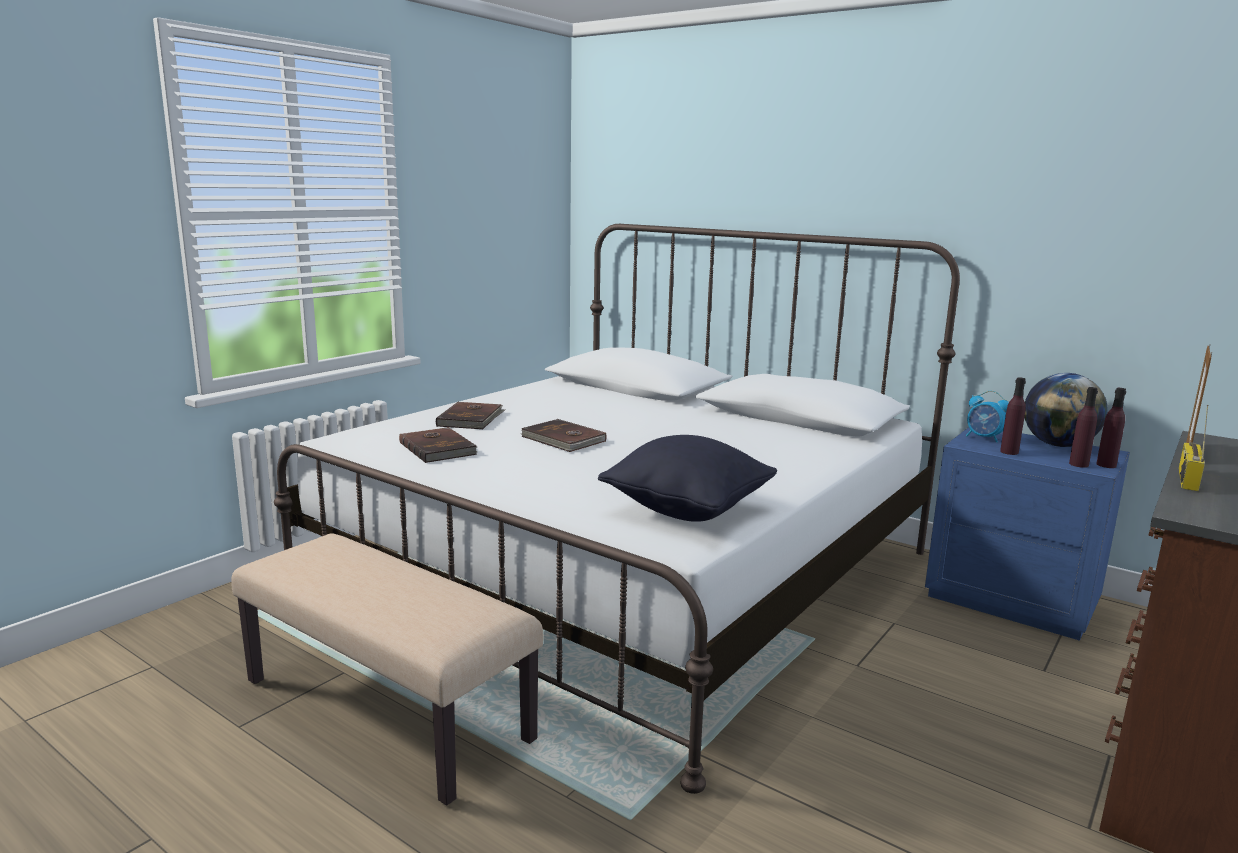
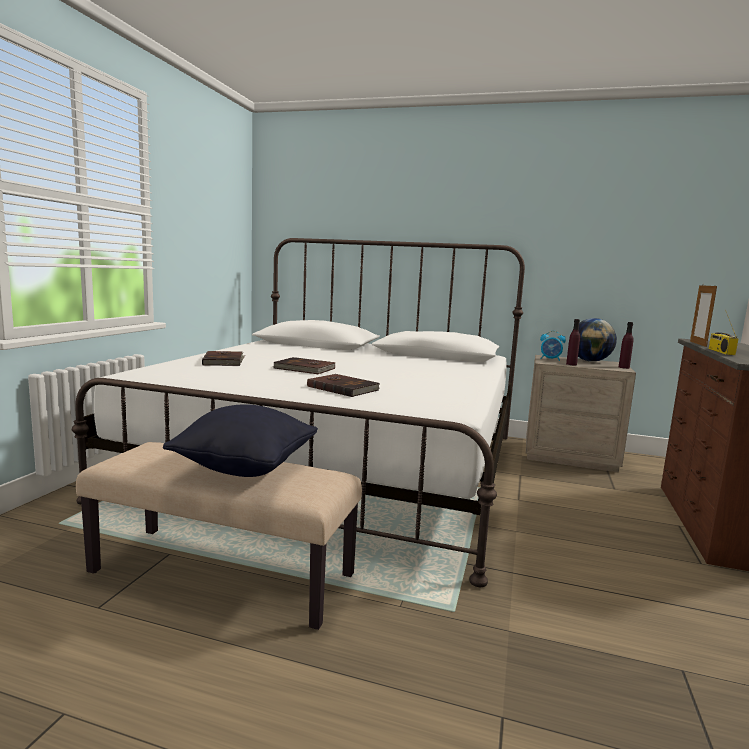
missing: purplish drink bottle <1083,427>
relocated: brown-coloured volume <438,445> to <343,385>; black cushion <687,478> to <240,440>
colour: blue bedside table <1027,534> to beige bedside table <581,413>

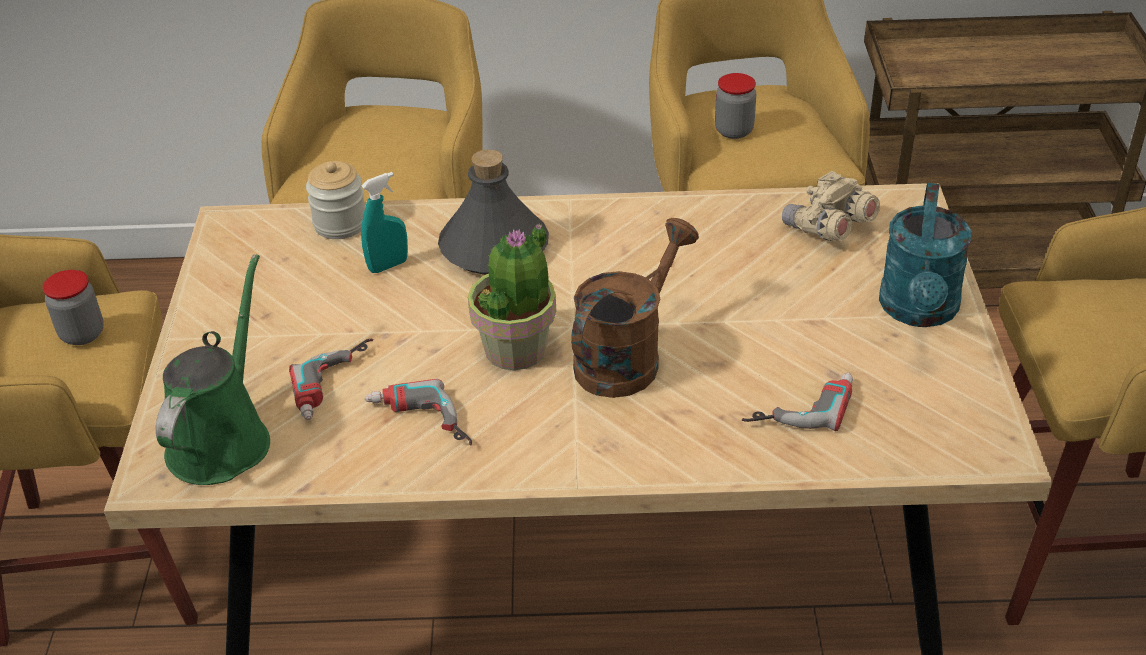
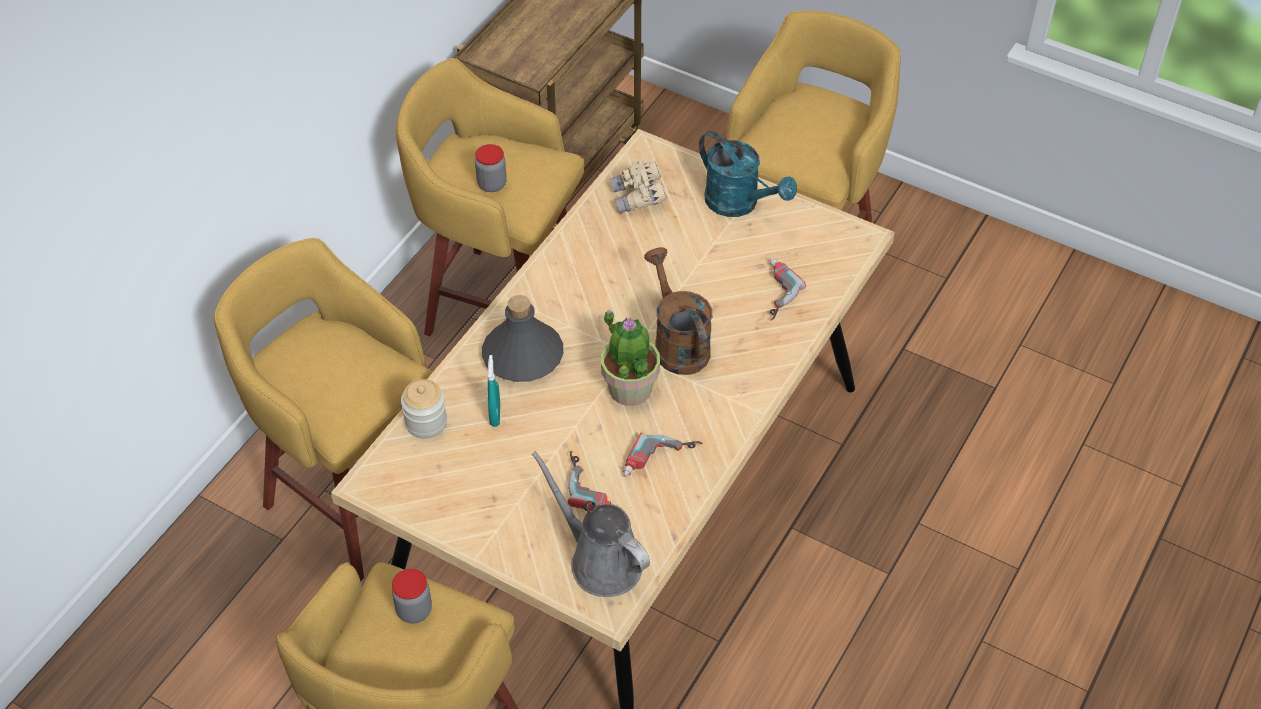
colour: greenish watering pot <213,369> to grey watering pot <591,524>

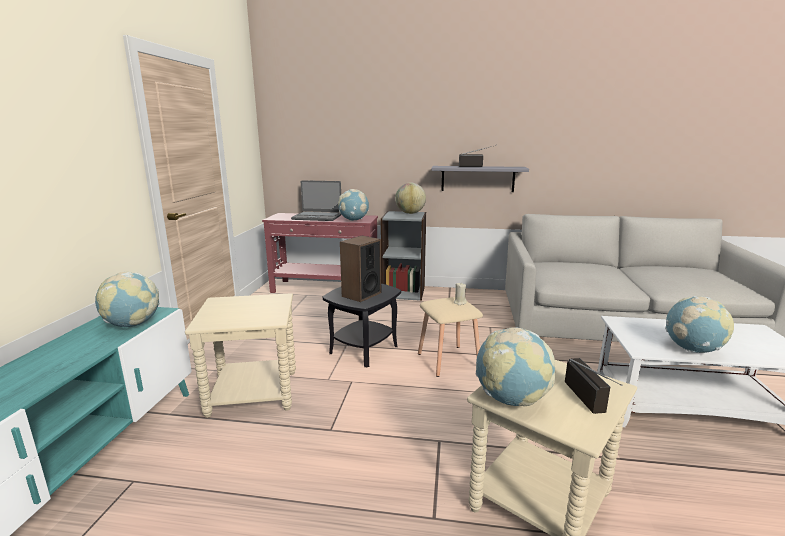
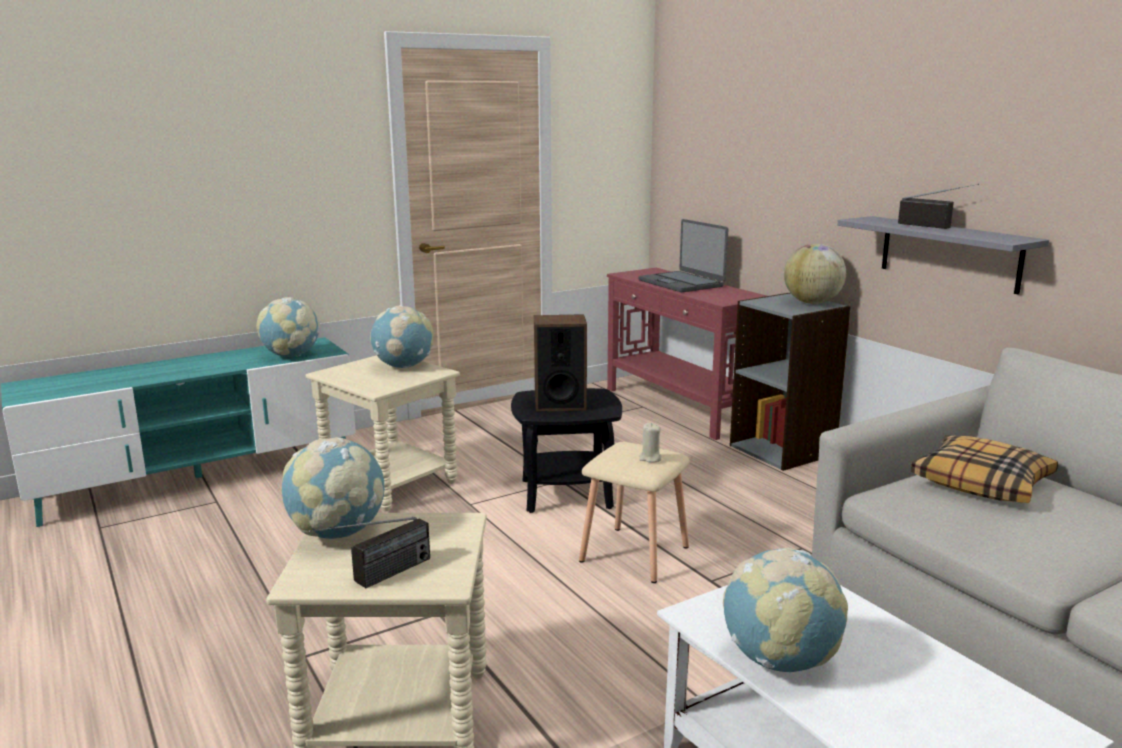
appeared: cushion <984,469>
relocated: desk globe <353,205> to <402,336>

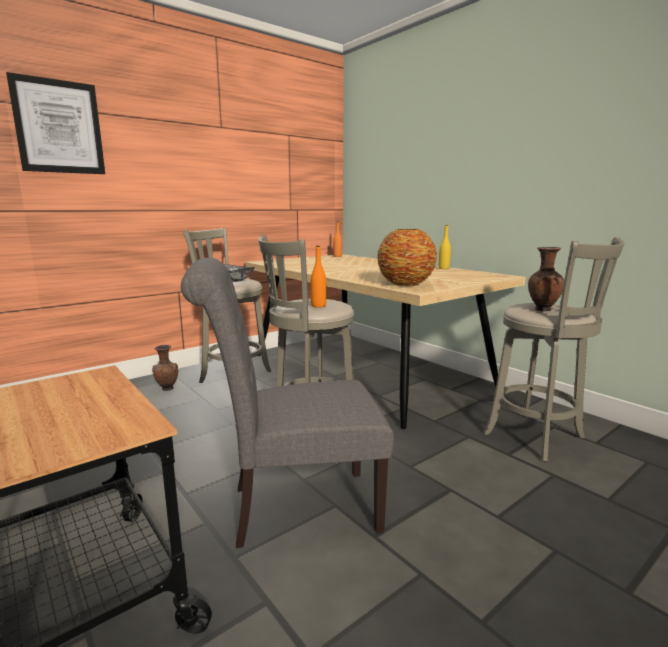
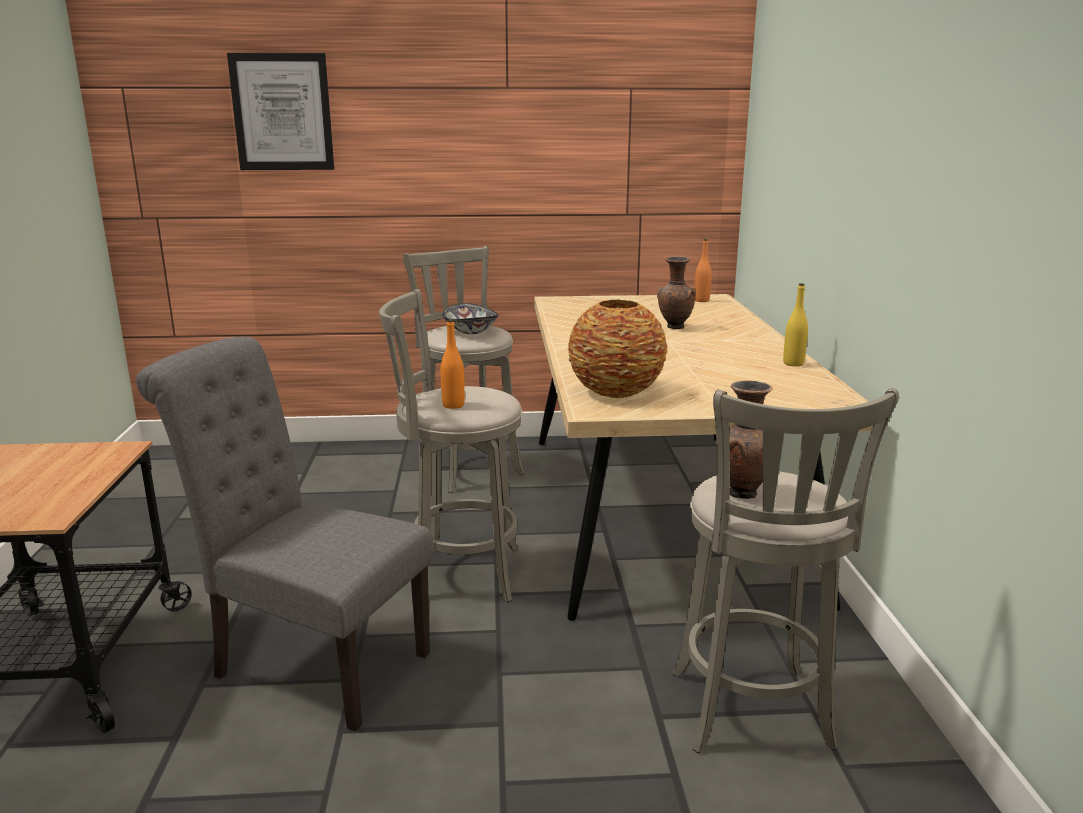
relocated: brown-coloured flower vase <165,368> to <676,292>

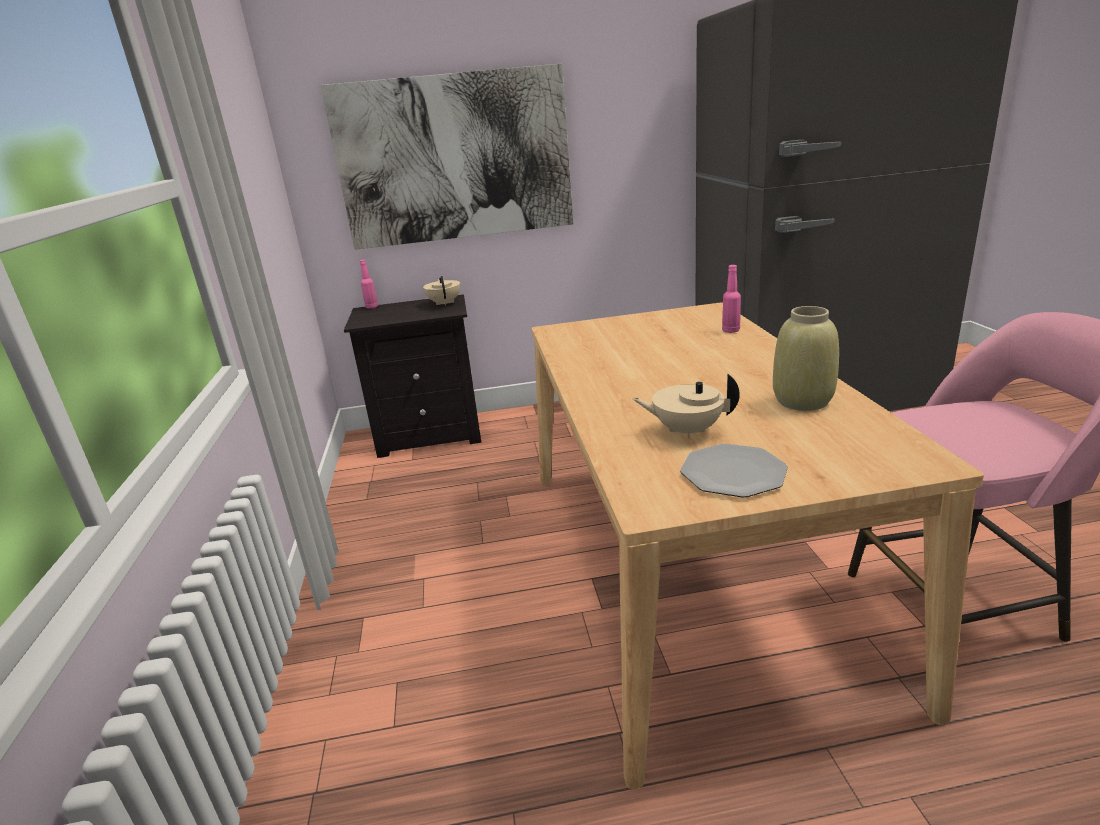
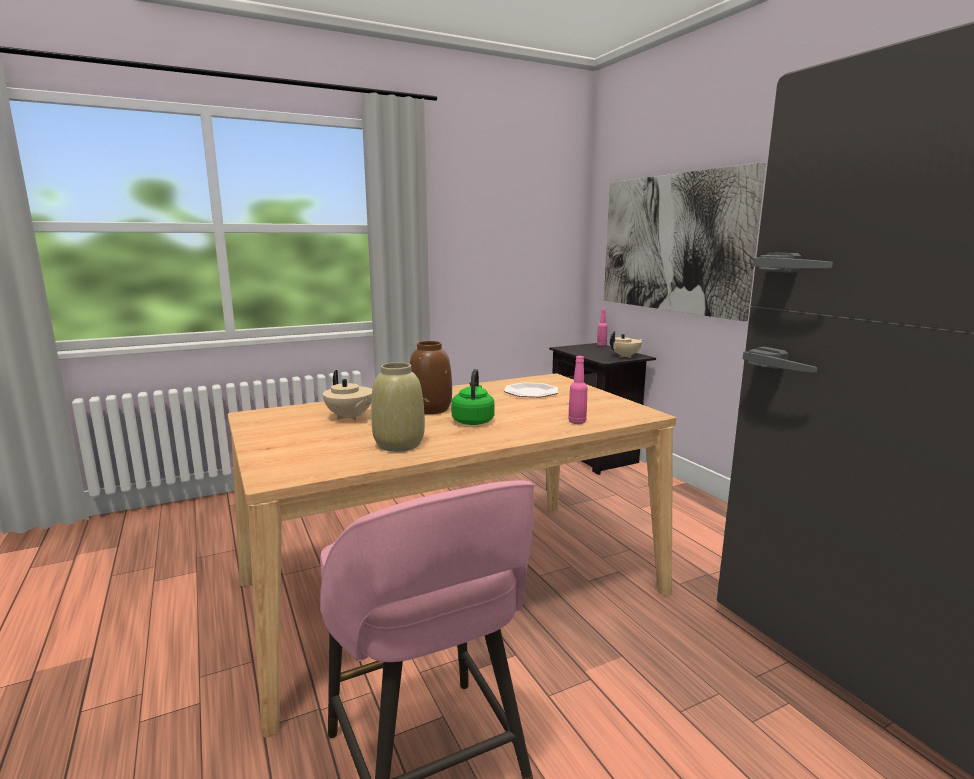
appeared: brown-coloured flower vase <430,377>; greenish tea kettle <473,397>
relocated: flat dish <734,470> to <531,390>
spun: beige tea pot <686,406> = <347,395> 150 degrees clockwise

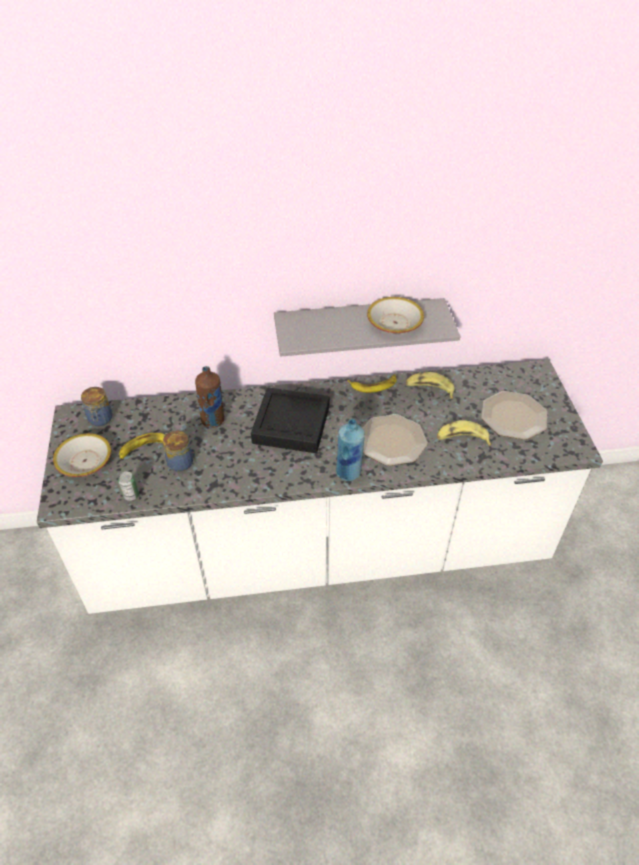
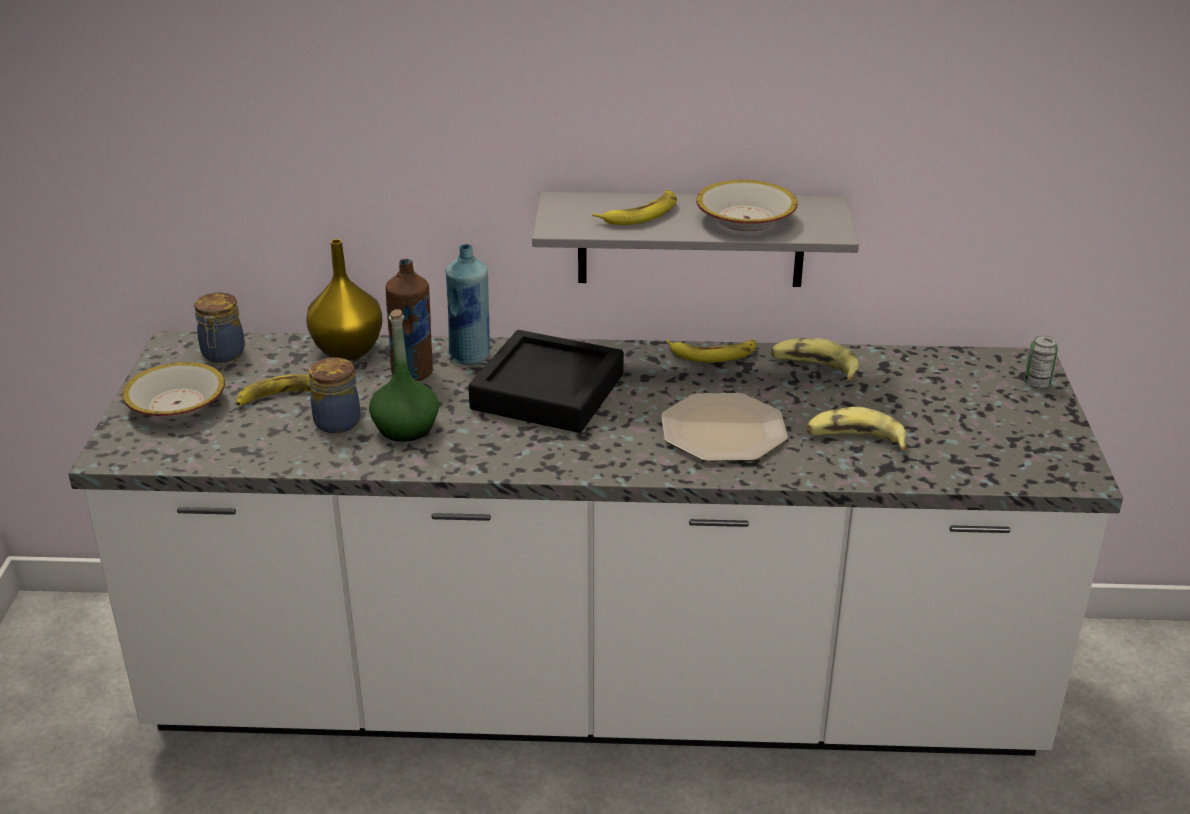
missing: flat dish <514,415>
appeared: yellow flower vase <344,299>; greenish drink bottle <404,375>; banana <634,207>
relocated: metal can <128,486> to <1041,362>; blue drink bottle <350,450> to <467,304>

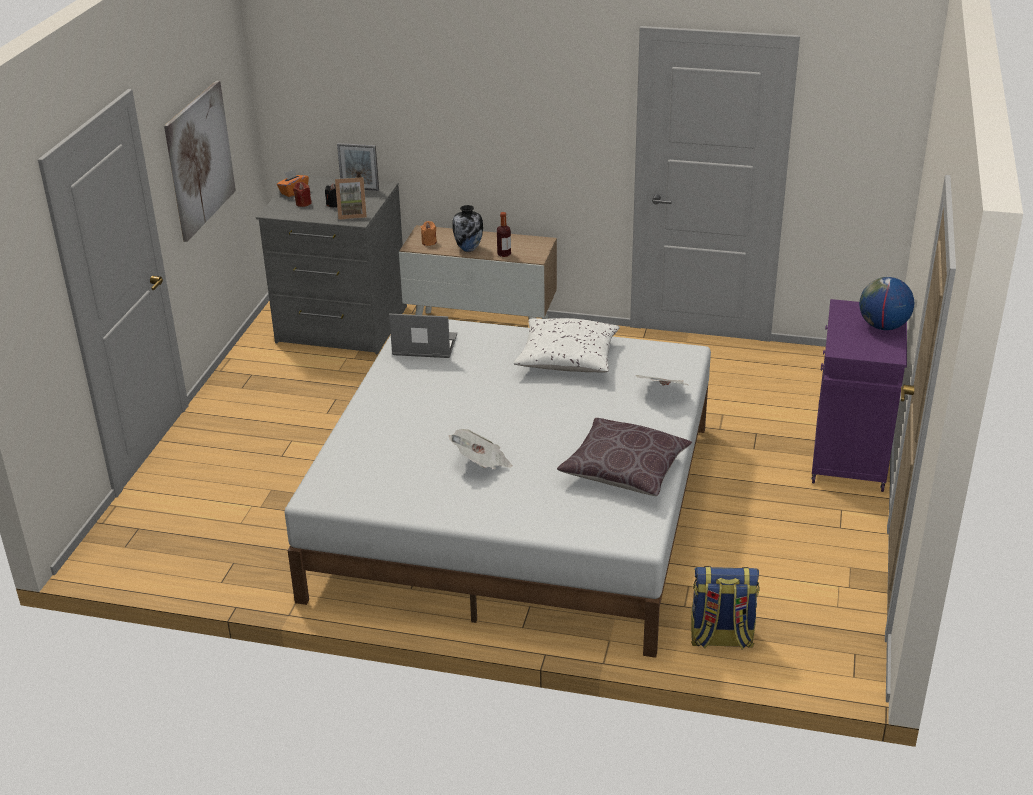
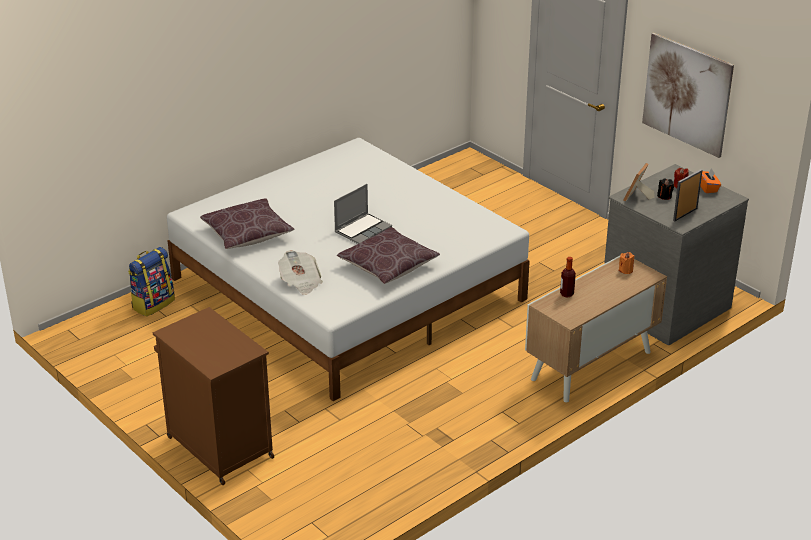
missing: printed paper <481,449>; flower vase <467,228>; desk globe <886,303>
relocated: portable computer <423,336> to <363,214>
colour: white-coloured cushion <567,345> to brown-coloured cushion <388,255>; purplish storage cabinet <859,395> to brown-coloured storage cabinet <213,396>

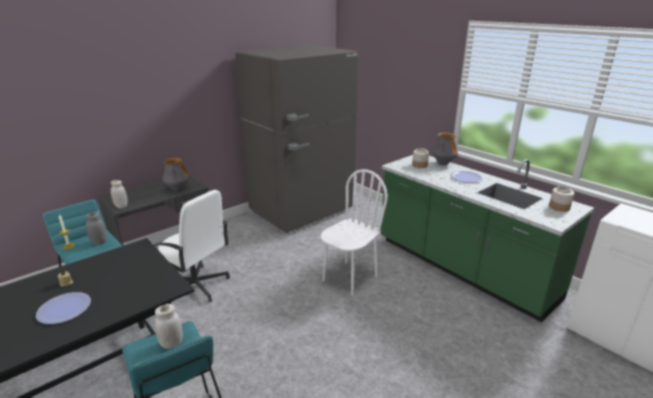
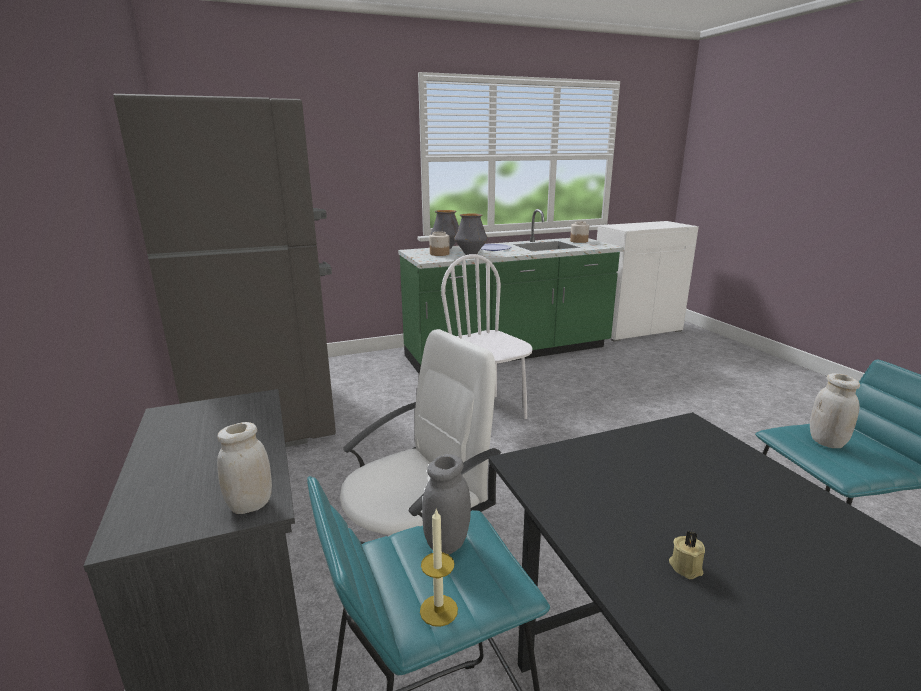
missing: flat dish <63,308>
relocated: flower vase <176,174> to <471,234>

